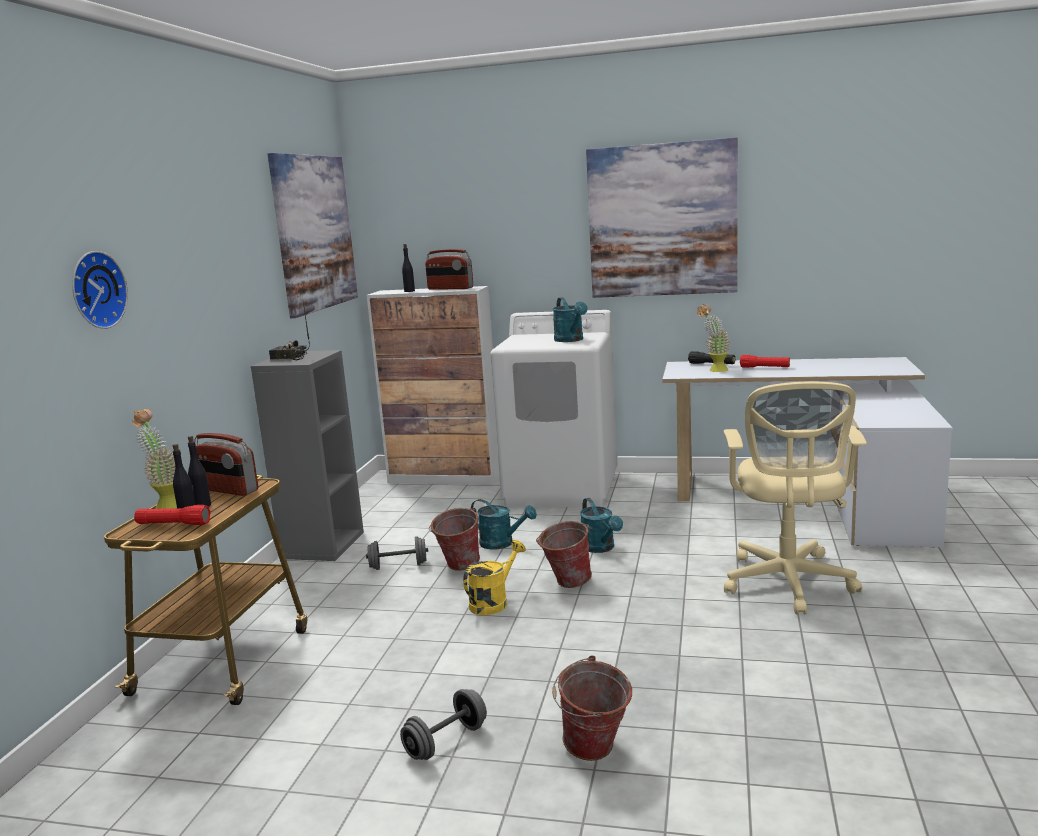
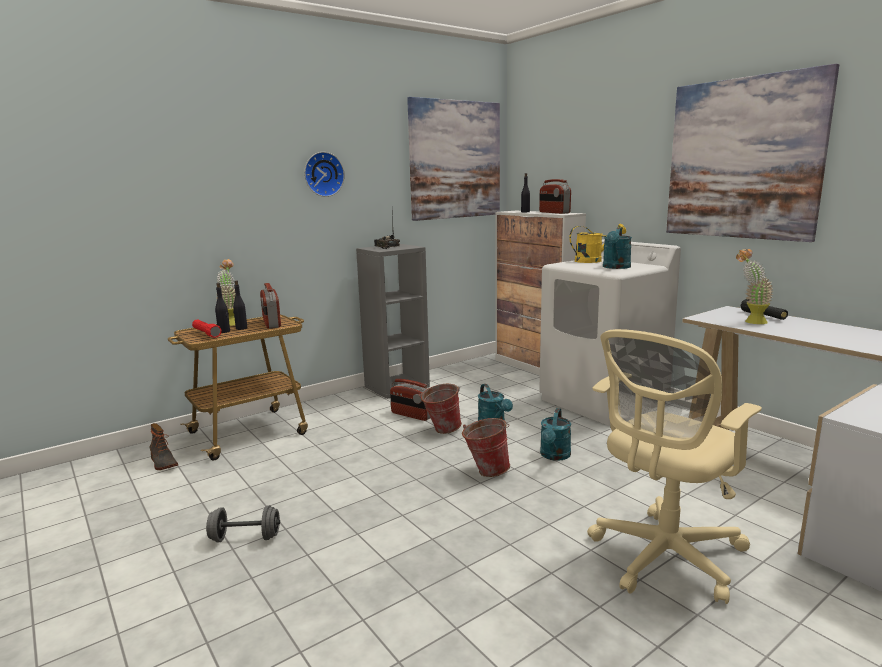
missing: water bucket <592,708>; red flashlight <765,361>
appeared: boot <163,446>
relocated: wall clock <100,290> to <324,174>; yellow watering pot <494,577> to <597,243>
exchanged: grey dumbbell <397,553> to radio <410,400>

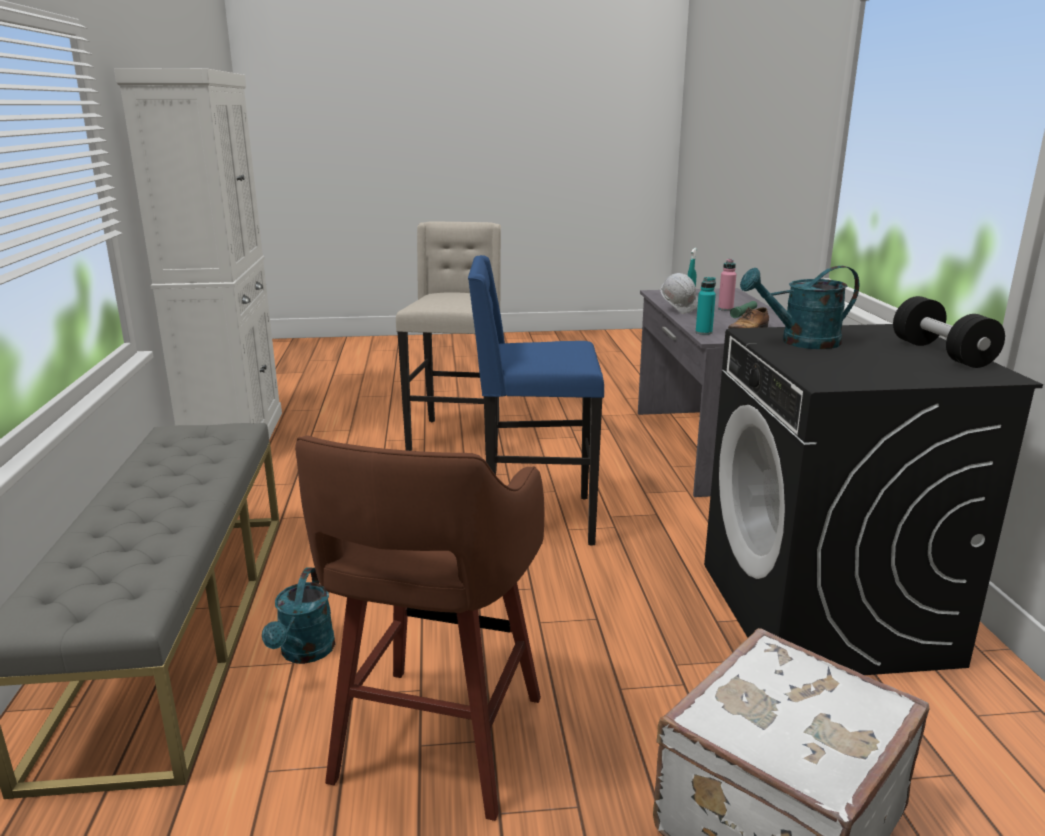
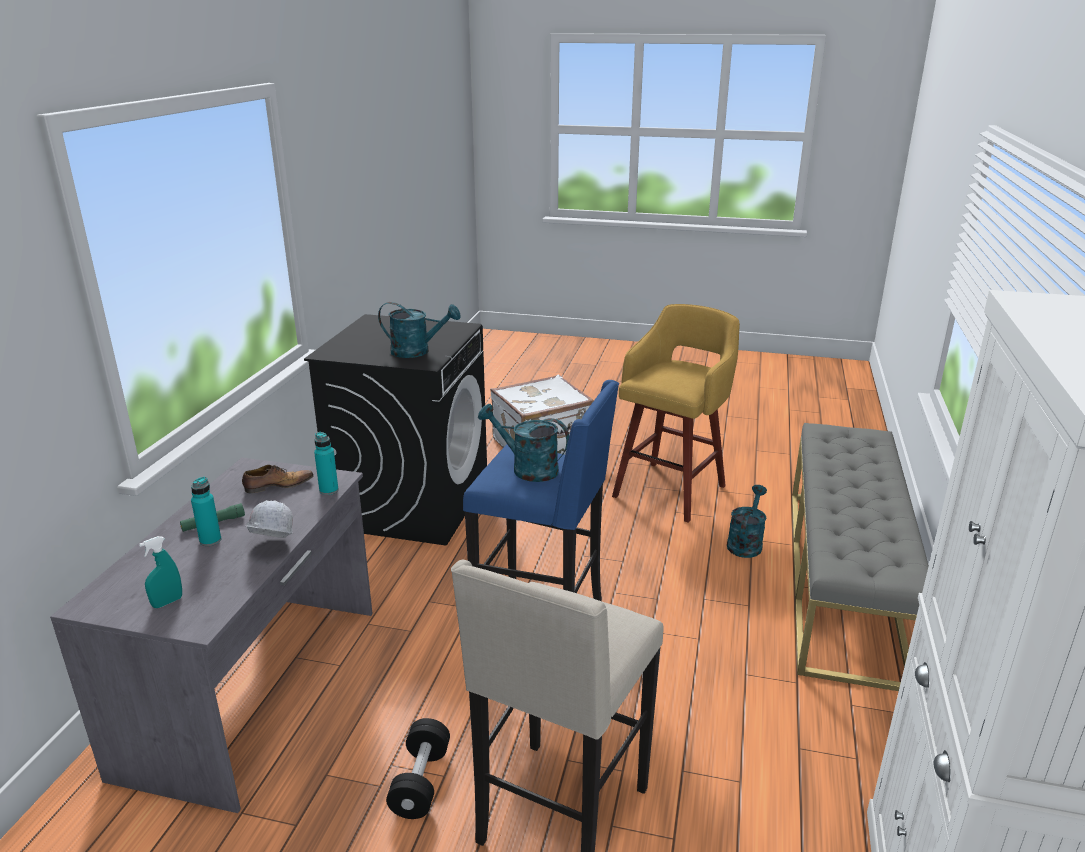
appeared: turquoise-coloured watering pot <523,443>
relocated: black dumbbell <949,332> to <418,768>
colour: brown-coloured stool <419,628> to yellow stool <676,413>; pink drink bottle <727,285> to turquoise-coloured drink bottle <206,511>

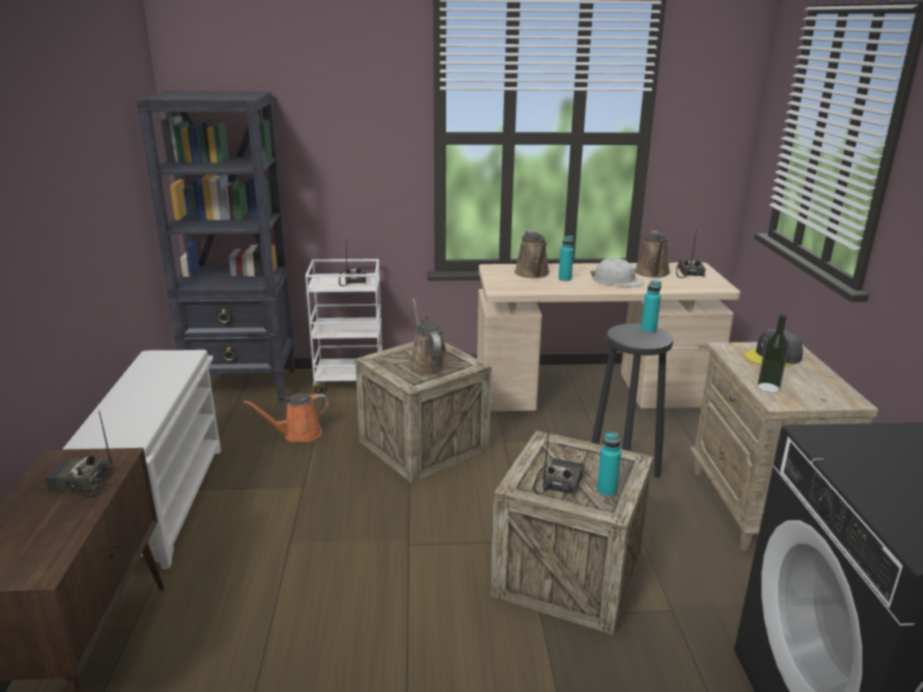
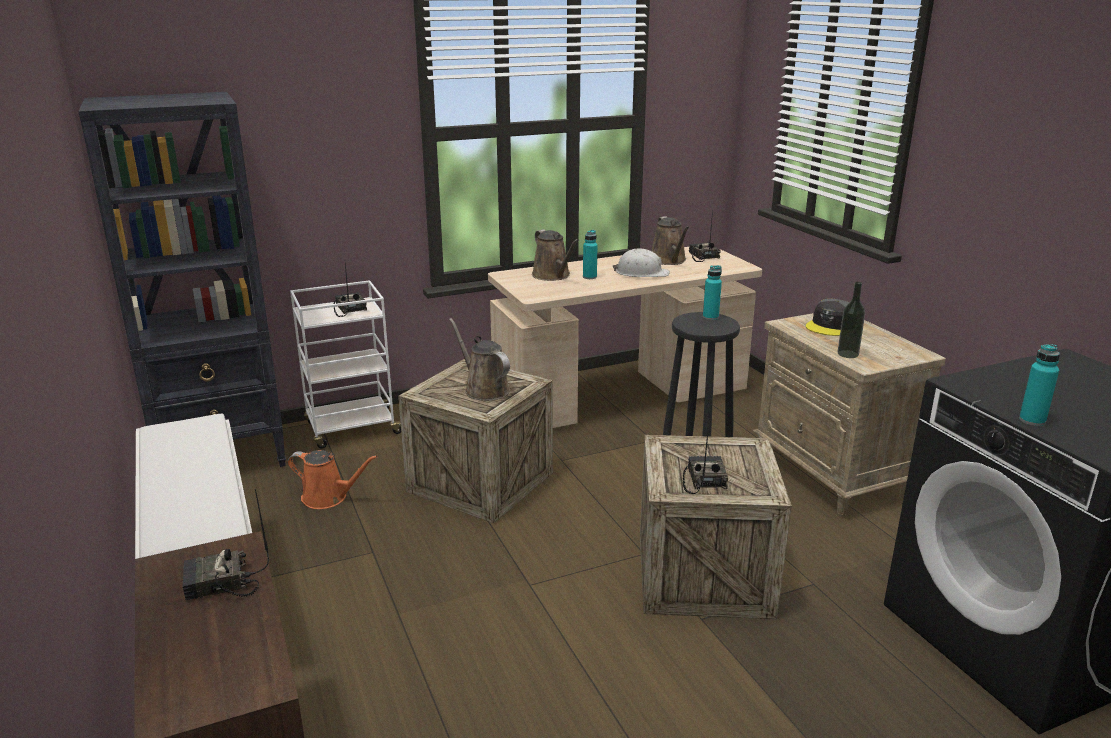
relocated: turquoise-coloured drink bottle <609,464> to <1039,385>
spun: orange watering pot <286,417> = <333,479> 120 degrees counterclockwise

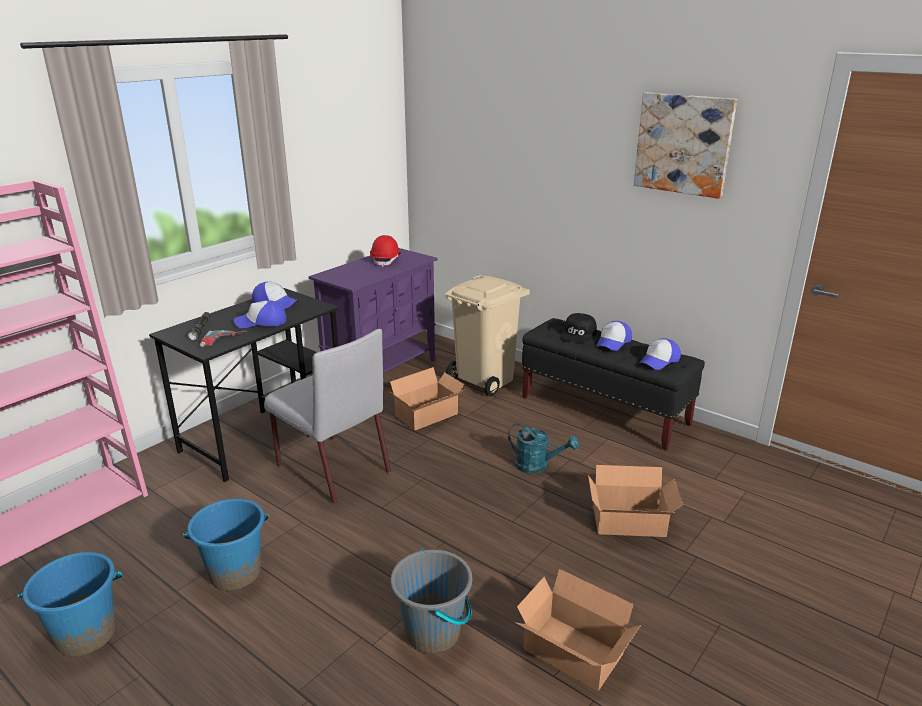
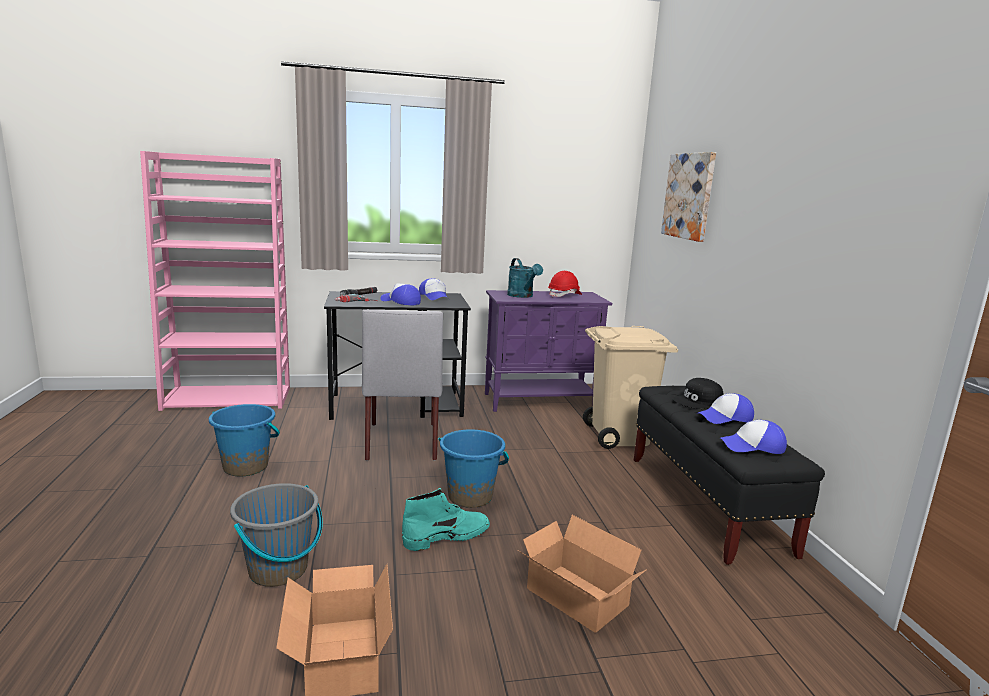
missing: carton <426,398>
appeared: turquoise-coloured boot <446,519>
relocated: blue water bucket <70,604> to <473,468>; turquoise-coloured watering pot <543,448> to <525,278>; wall picture <685,146> to <688,197>

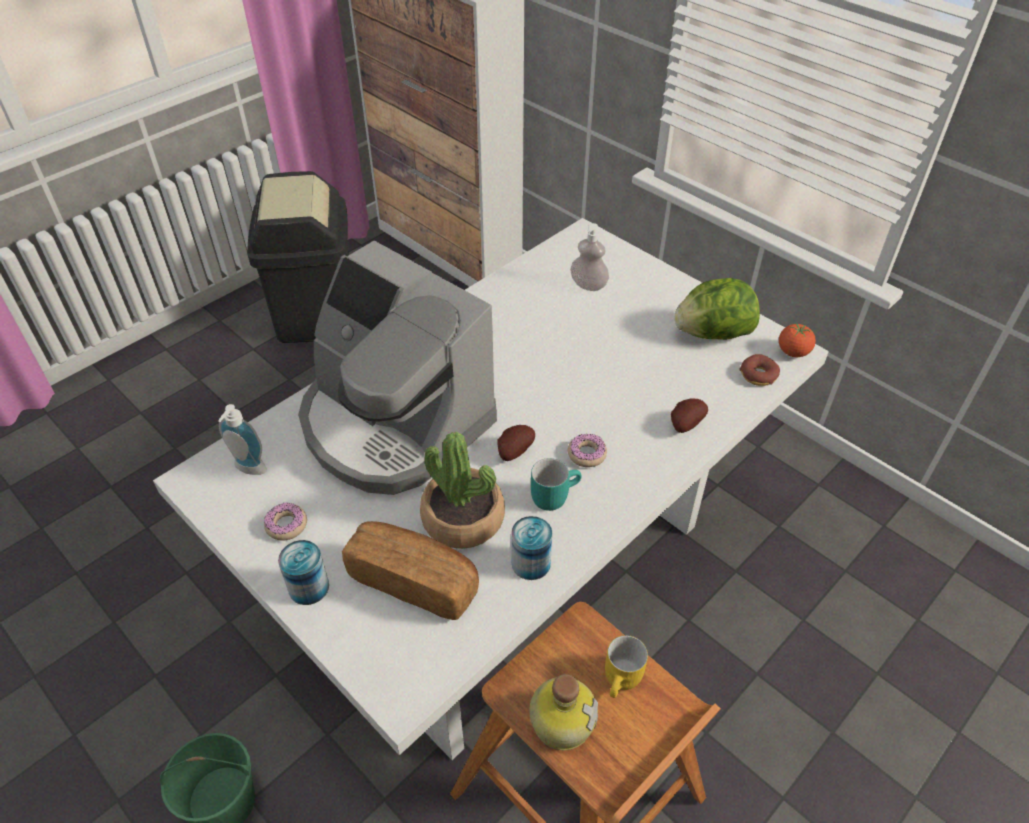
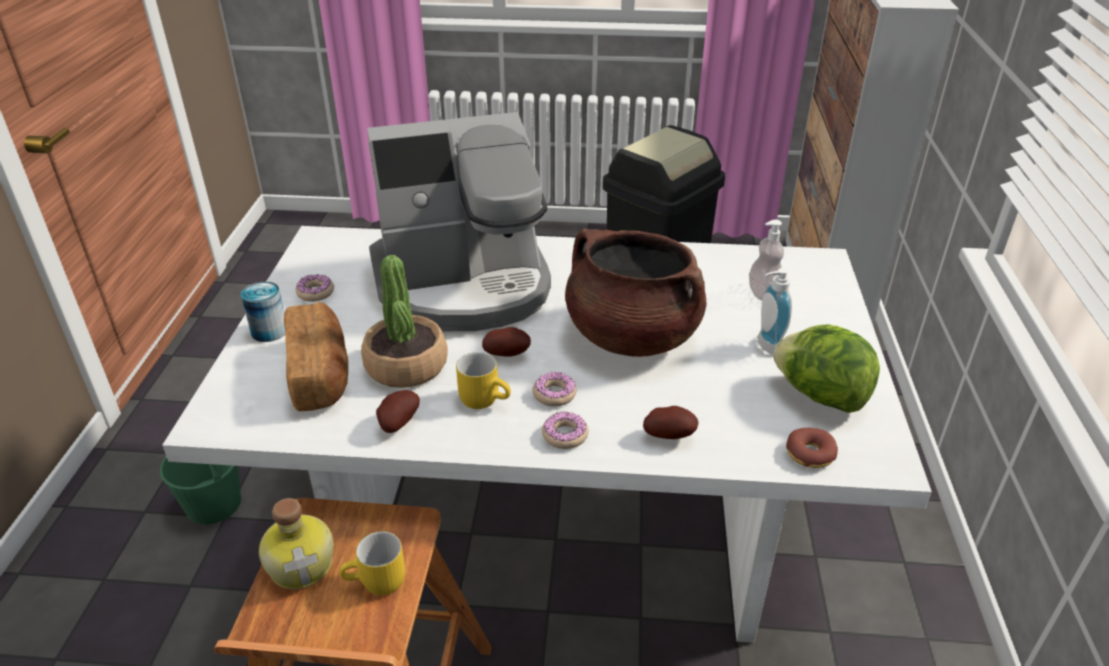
missing: fresh tomato <797,340>
appeared: donut <565,430>; brown-coloured saucepot <636,293>
relocated: soap dispenser <242,439> to <774,311>
exchanged: metal can <531,548> to potato <398,411>
colour: turquoise-coloured tea mug <556,484> to yellow tea mug <483,380>
spun: coffee maker <397,368> = <459,221> 105 degrees counterclockwise

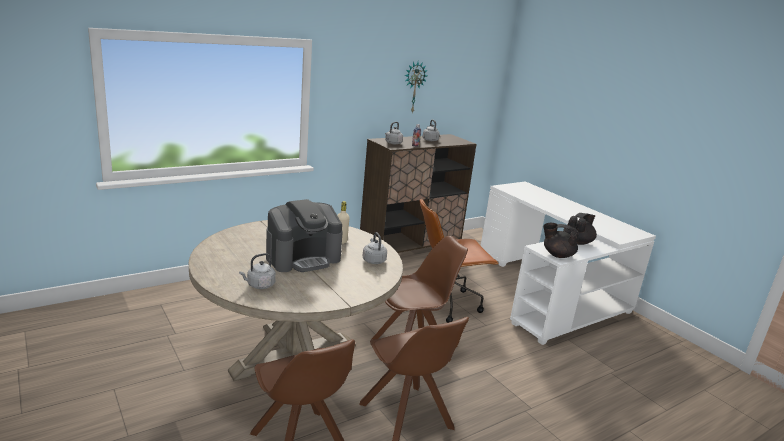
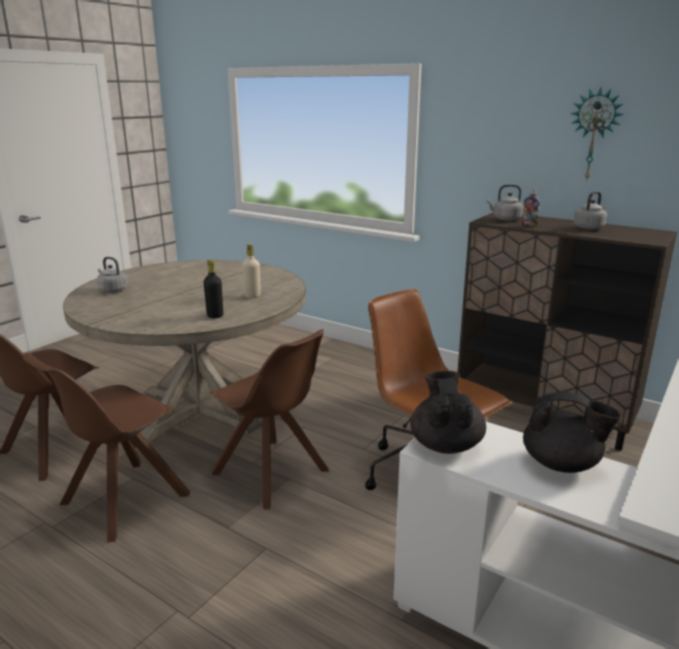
missing: coffee maker <304,235>
exchanged: grey tea kettle <375,248> to black drink bottle <213,288>

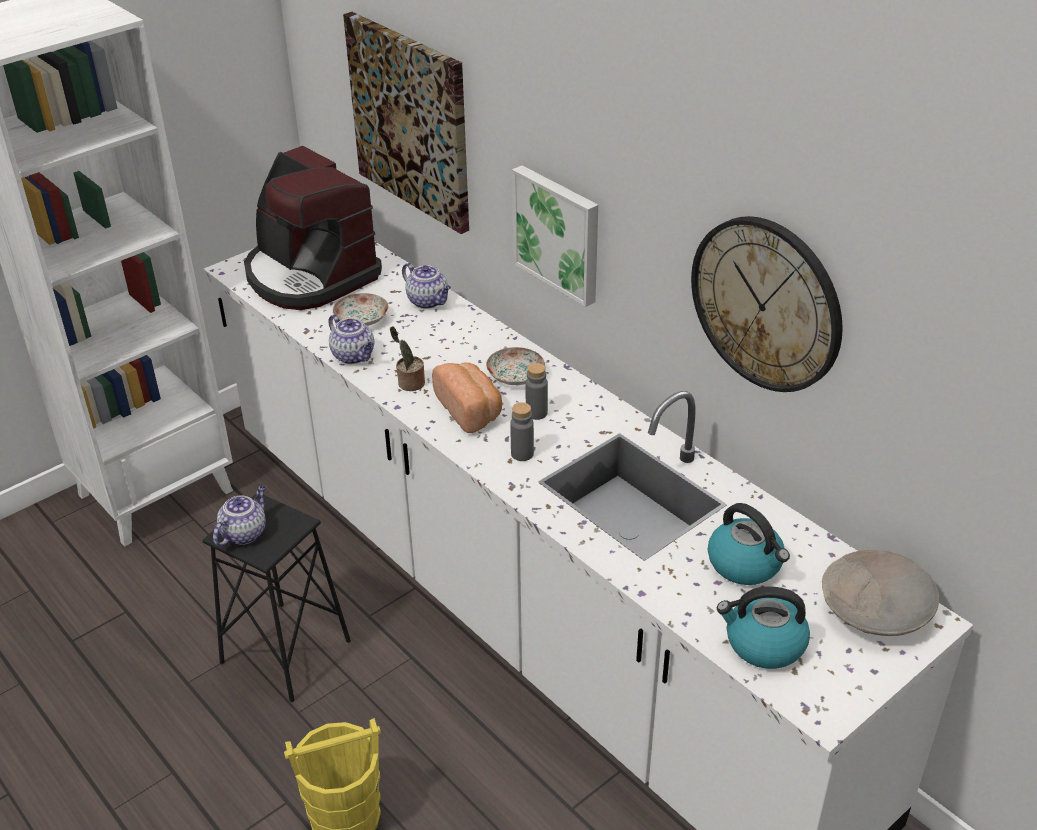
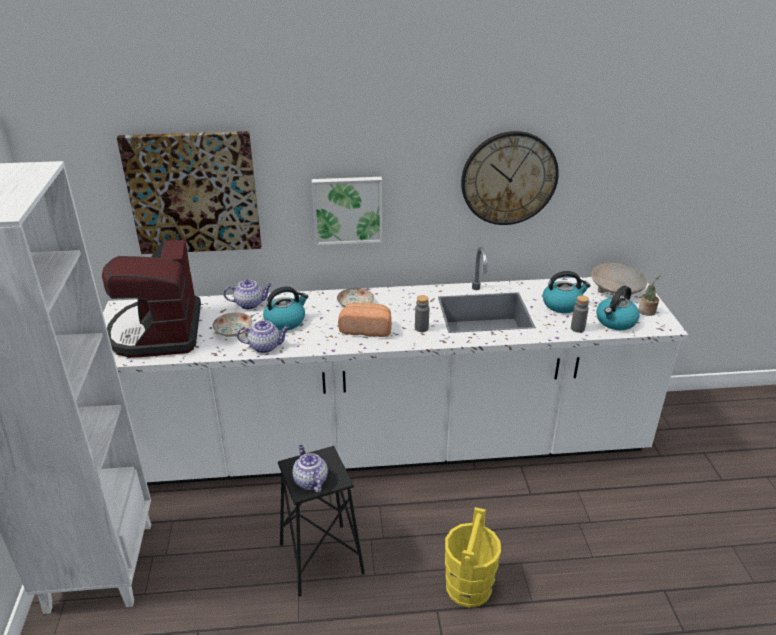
appeared: tea kettle <285,308>
relocated: houseplant <407,358> to <649,295>; grey drink bottle <537,391> to <580,314>
spun: coffee maker <313,228> = <151,299> 90 degrees clockwise

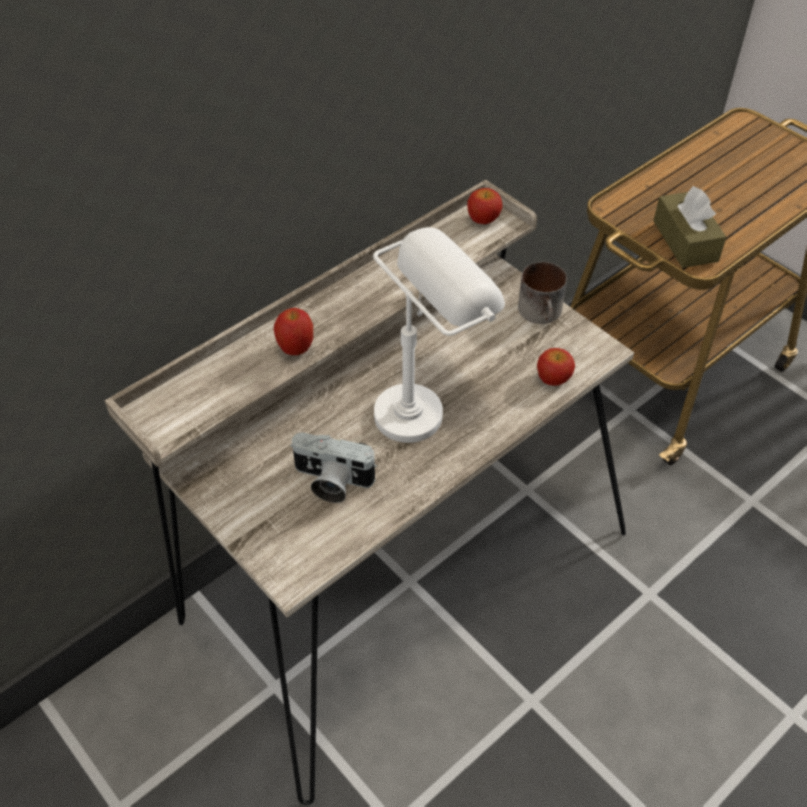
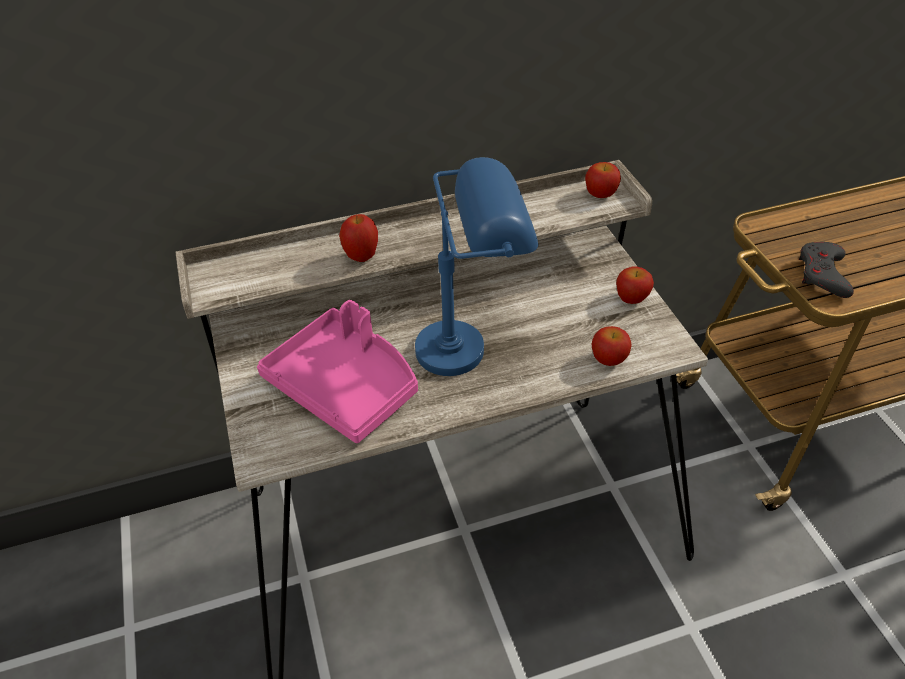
exchanged: still camera <333,467> to pink tray <337,371>; tea mug <542,293> to apple <635,285>; brown-coloured tissue holder <690,227> to grey joypad <826,270>
colour: white-coloured tabletop lamp <439,335> to blue tabletop lamp <477,266>

